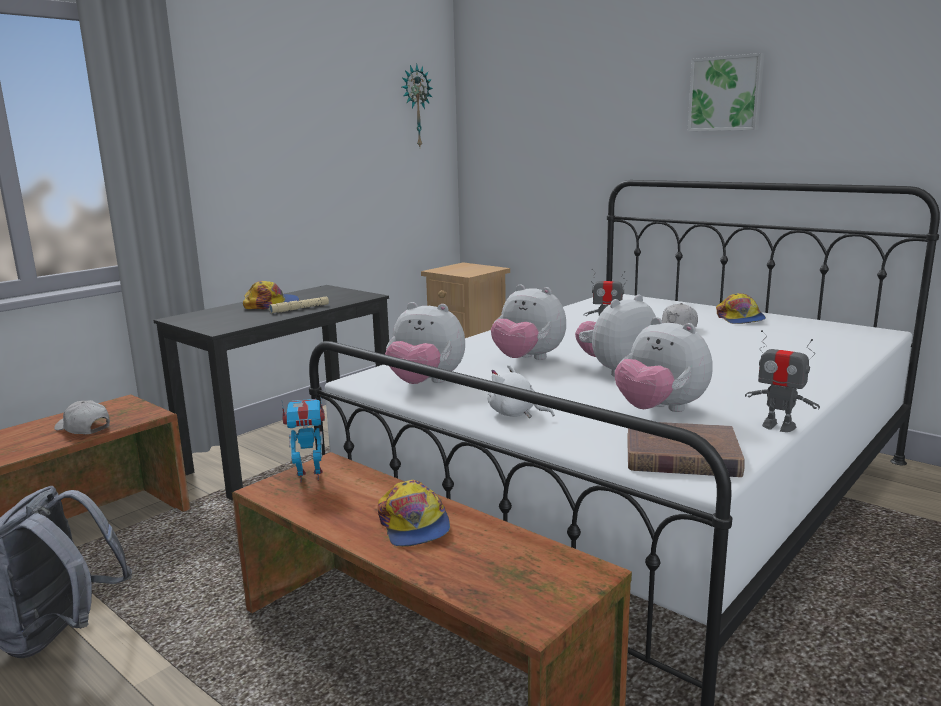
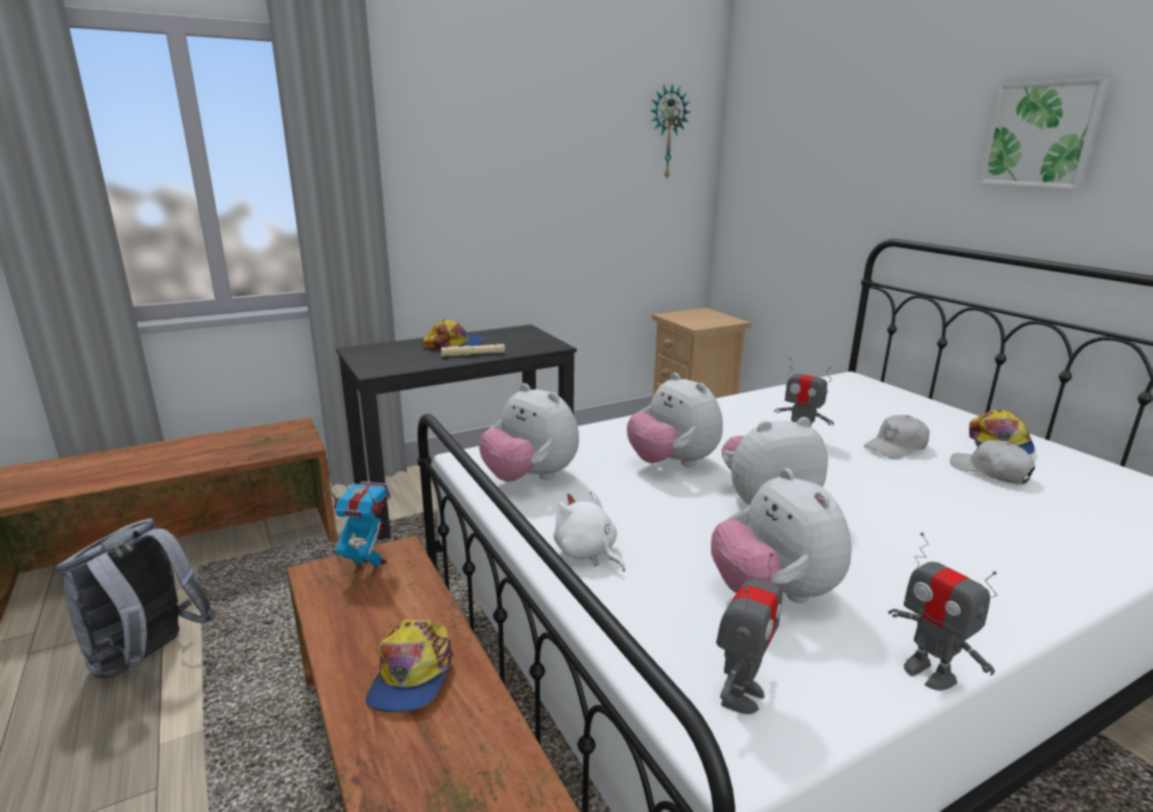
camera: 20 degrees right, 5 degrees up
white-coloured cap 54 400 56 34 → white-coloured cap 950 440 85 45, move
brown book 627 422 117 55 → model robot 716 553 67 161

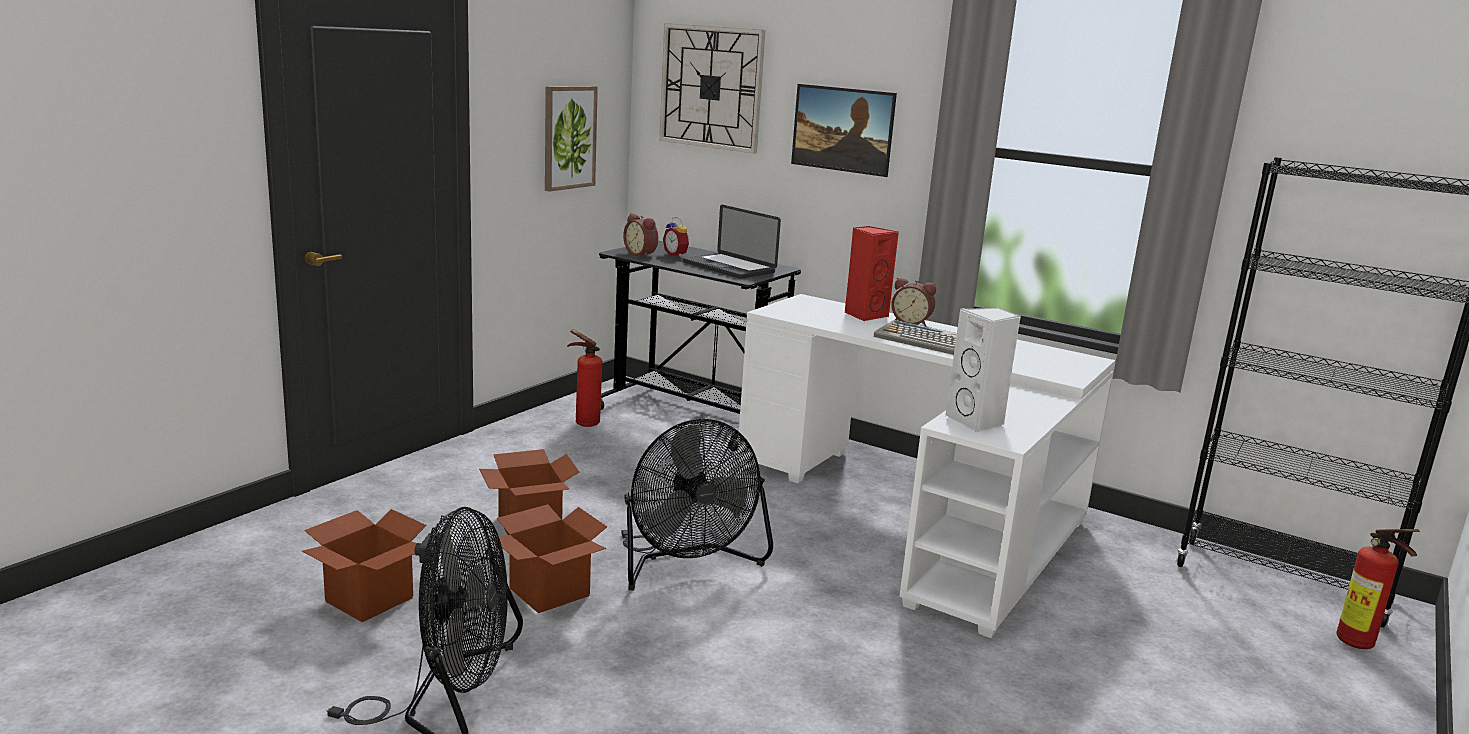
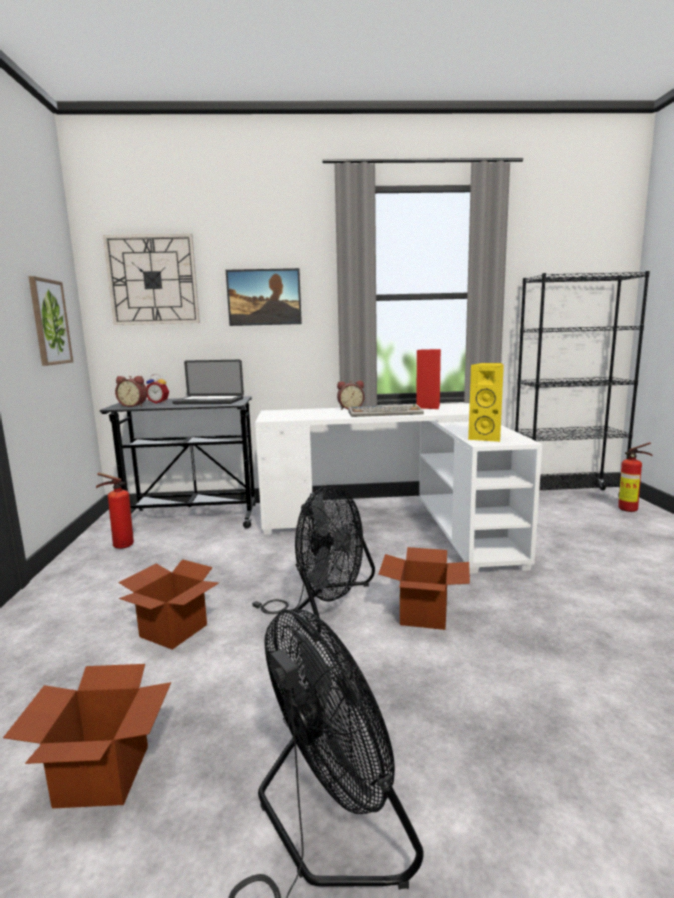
camera: 35 degrees left, 5 degrees down
packing box 490 504 117 109 → packing box 379 547 91 83, move
red-coloured audio speaker 844 226 55 96 → red-coloured audio speaker 416 349 25 60, move
white-coloured audio speaker 945 308 76 124 → yellow-coloured audio speaker 468 363 36 79

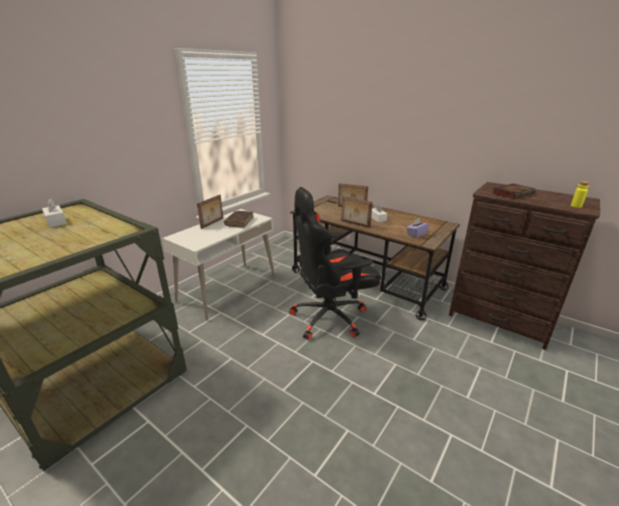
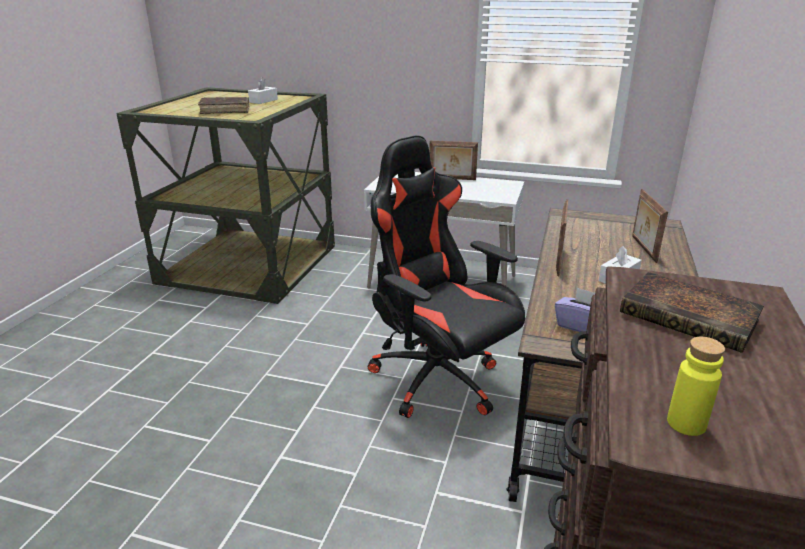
camera: 70 degrees right, 0 degrees up
brown book 224 211 29 17 → brown book 198 97 51 17, move

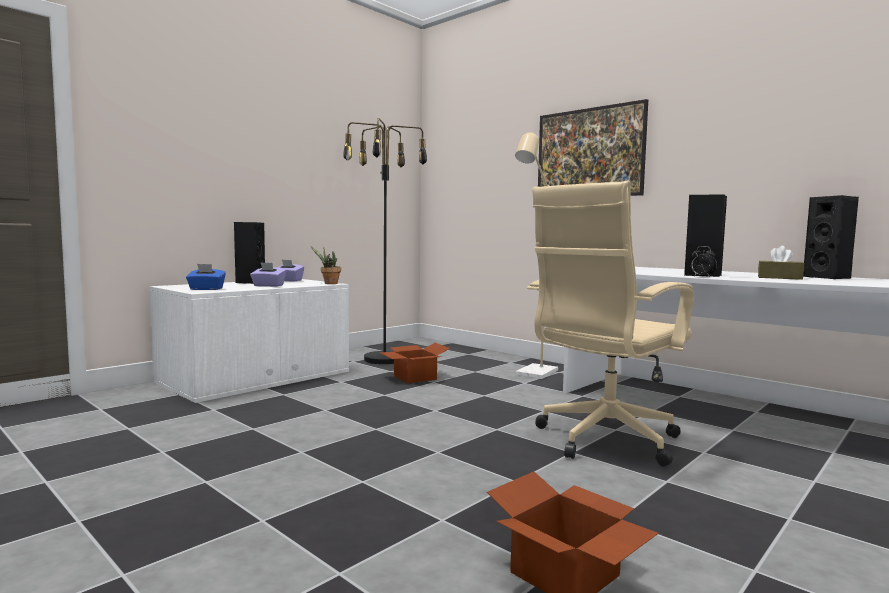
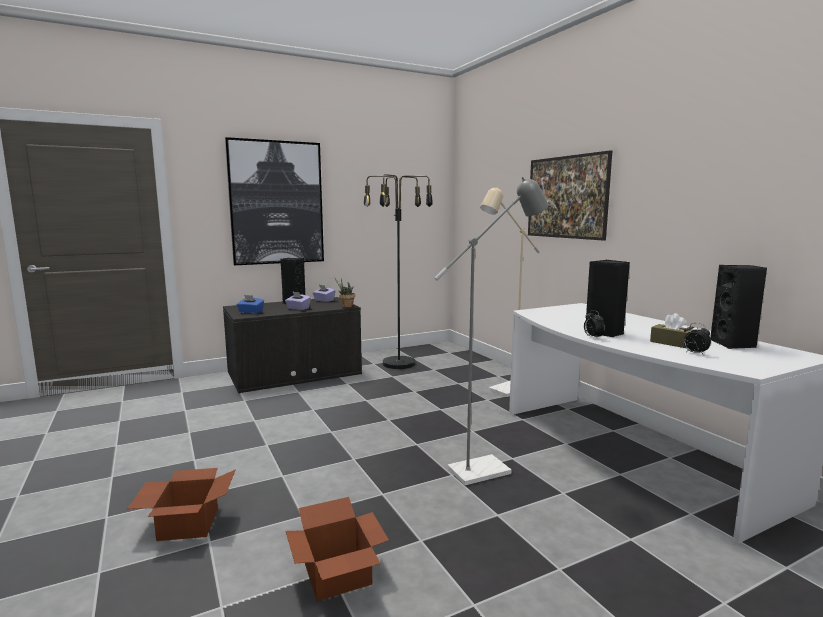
camera: 20 degrees right, 5 degrees up
- → wall art 225 137 99 128
- → table clock 683 323 28 31
packing box 379 343 71 40 → packing box 127 468 109 73, move
beige-coloured computer chair 527 180 167 286 → gray standard lamp 434 177 114 308
white-coloured cabinet 150 279 199 124 → blackish cabinet 223 297 139 96

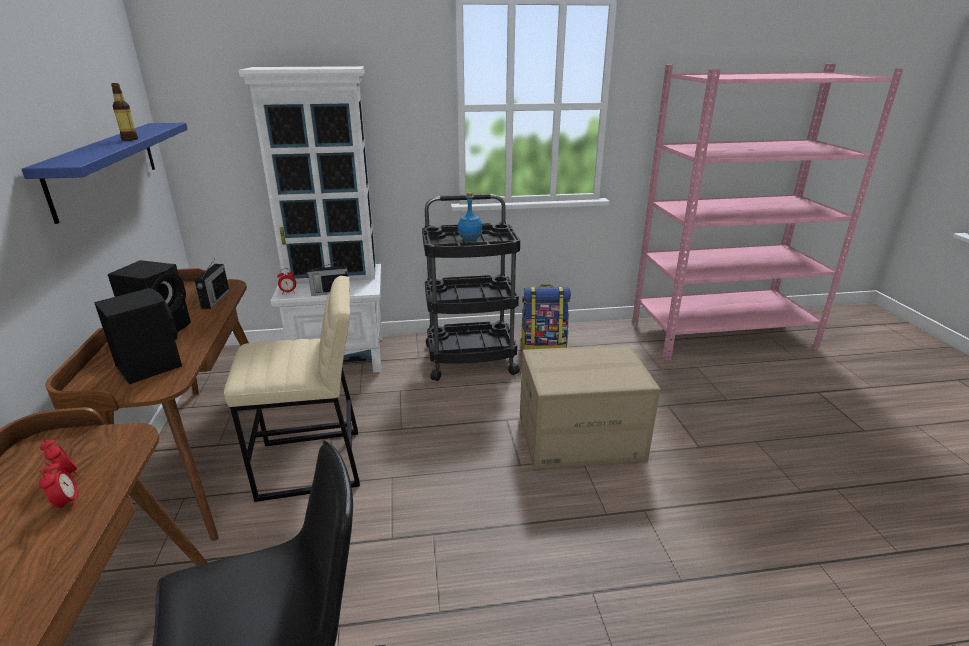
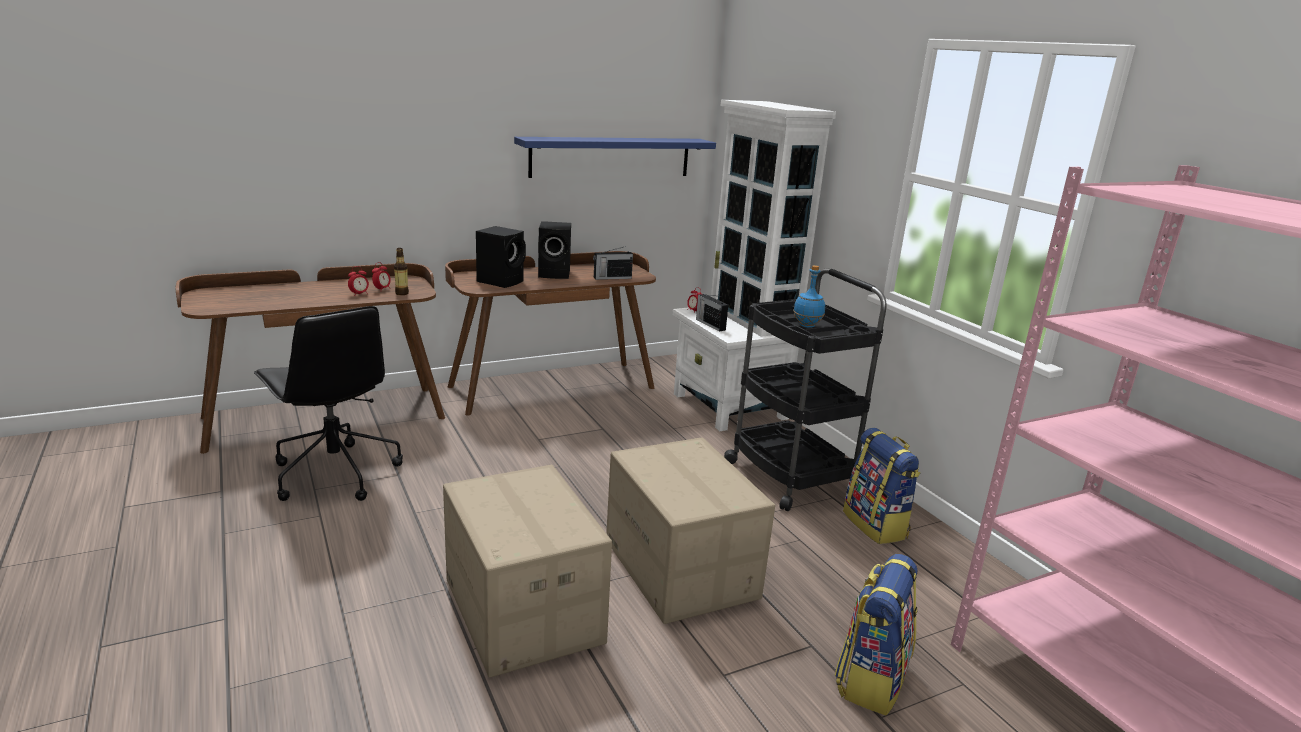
camera: 70 degrees right, 5 degrees down
beige-coloured sitting stool 224 276 136 226 → -
- → packing box 443 465 169 213
- → rucksack 834 554 84 161
bottle 111 83 27 58 → bottle 394 248 15 47, move

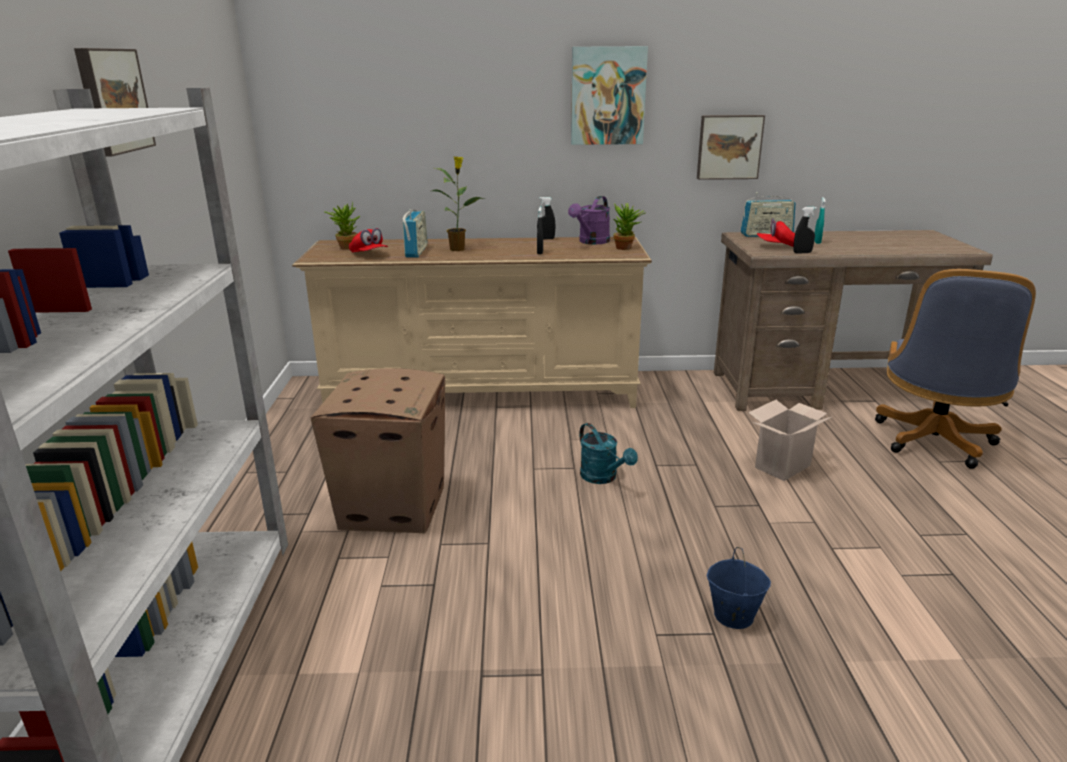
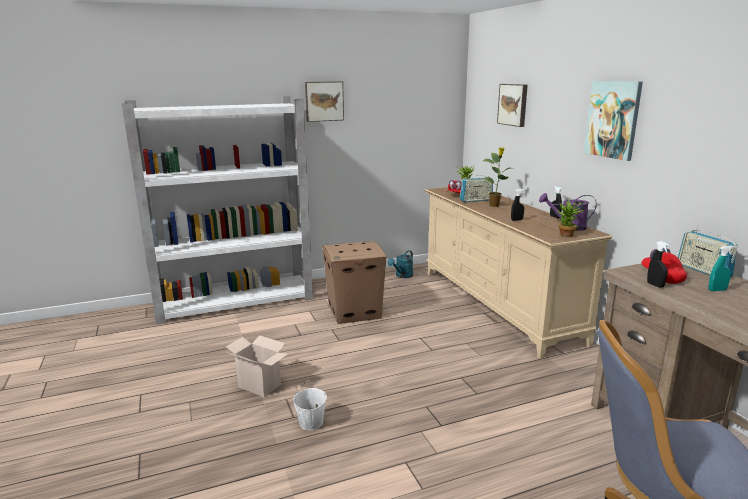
camera: 70 degrees right, 5 degrees down
turquoise-coloured watering can 579 423 59 61 → turquoise-coloured watering can 388 250 25 28, move
wall art 697 115 68 65 → wall art 497 84 31 43, move
packing box 748 400 83 81 → packing box 226 335 62 62, move
bluish pail 706 547 65 82 → white-coloured pail 293 380 34 50

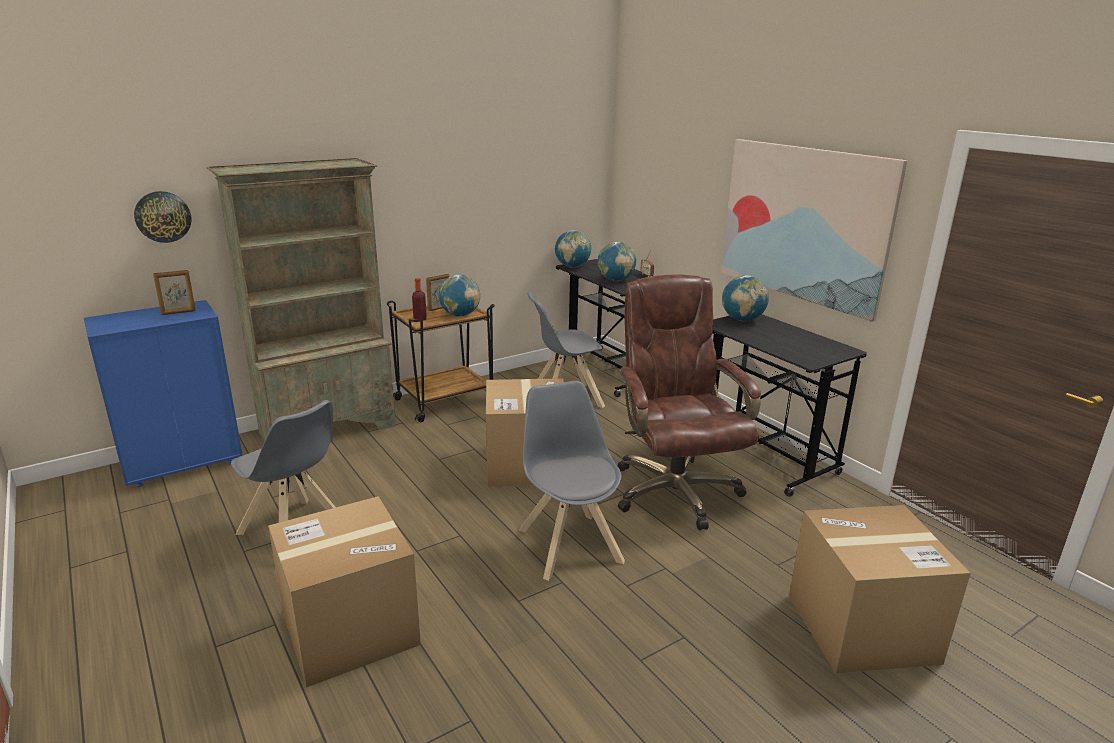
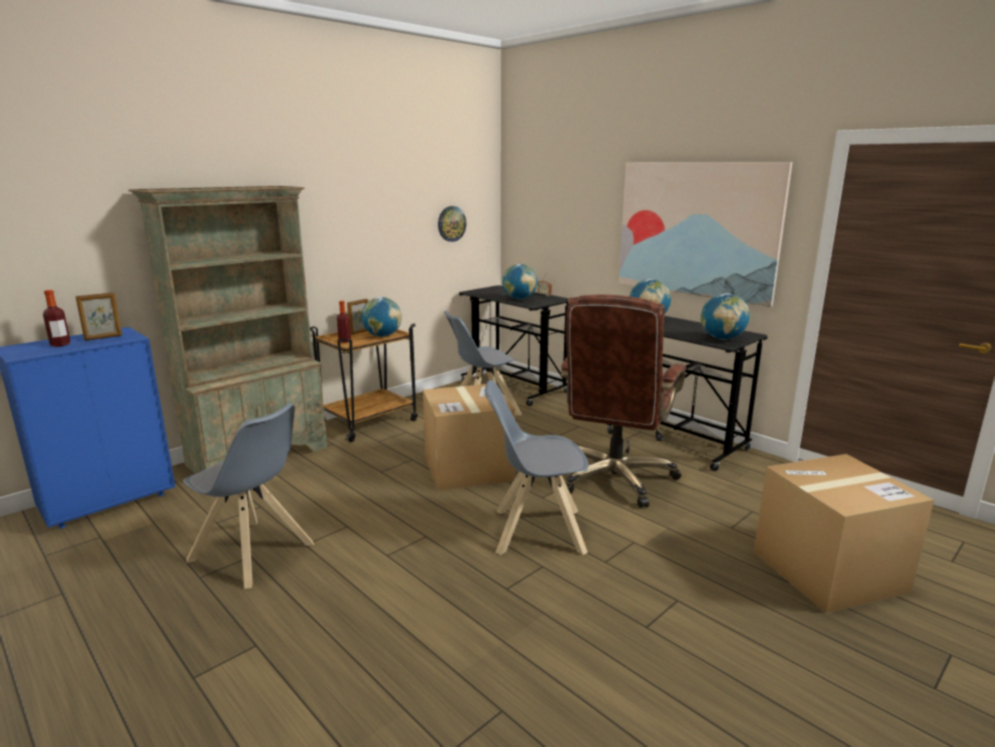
camera: 10 degrees left, 5 degrees down
packing box 268 496 153 192 → -
- → bottle 43 290 28 57
wall clock 134 191 58 52 → wall clock 438 206 28 36, move
desk globe 555 230 36 38 → desk globe 701 293 49 47, move
gray plain chair 519 381 106 200 → gray plain chair 485 380 104 175, 60 degrees counterclockwise
brown computer chair 617 274 144 256 → brown computer chair 561 294 125 214, 135 degrees counterclockwise

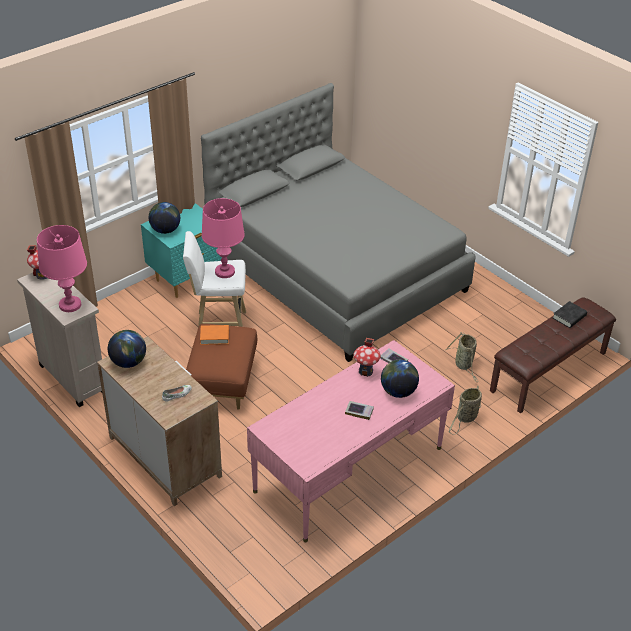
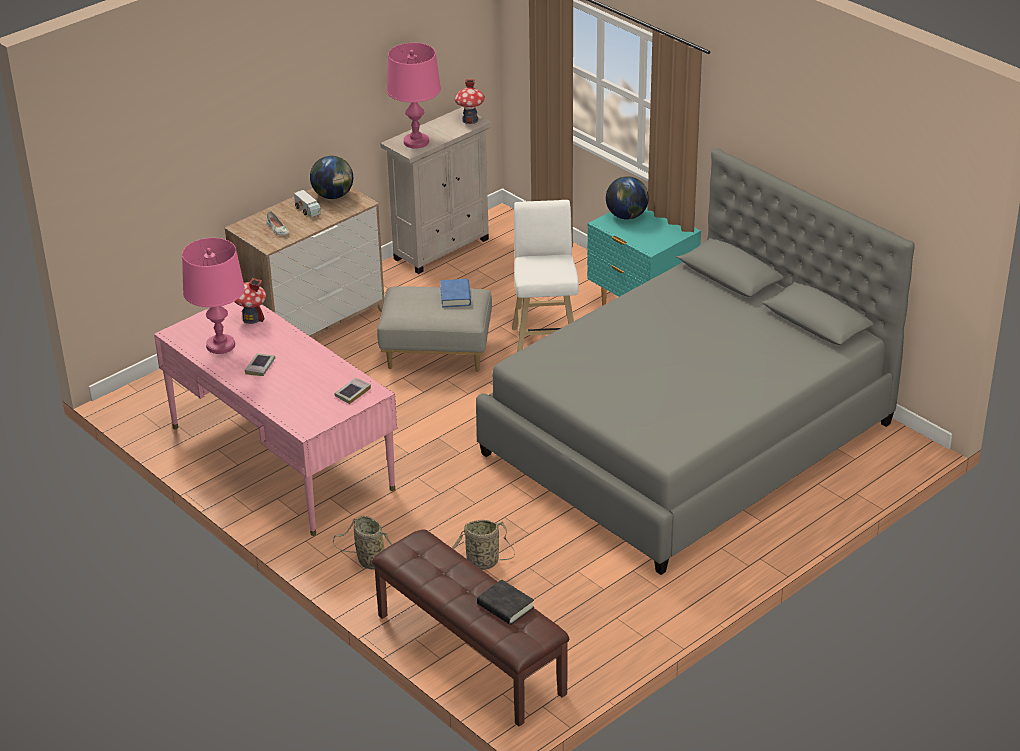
camera: 90 degrees right, 5 degrees down
desk globe 381 360 38 38 → -
- → toy lorry 294 190 27 27
pink-coloured lamp for a table 202 198 43 80 → pink-coloured lamp for a table 182 238 63 116, move
toy house 353 338 28 39 → toy house 234 278 32 46, move
brown pouffe 186 324 71 86 → gray pouffe 377 286 115 86
orange book 200 325 29 20 → bluish book 440 279 31 28

